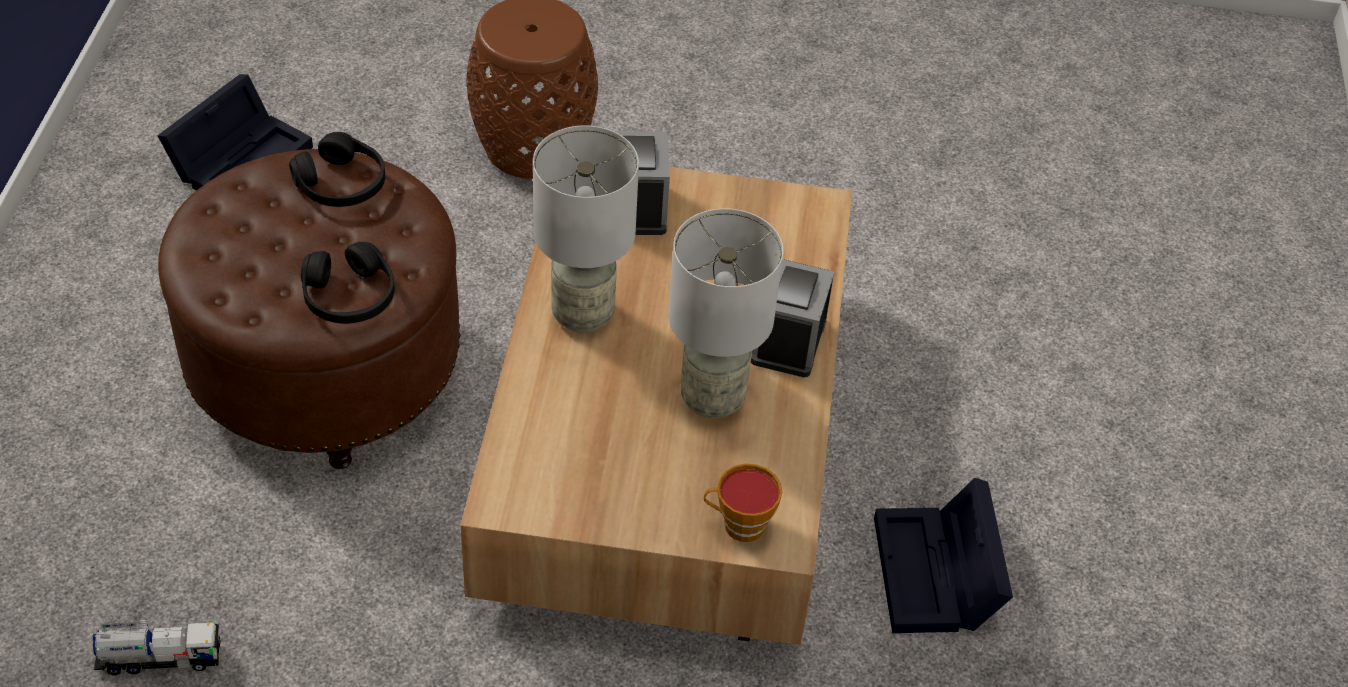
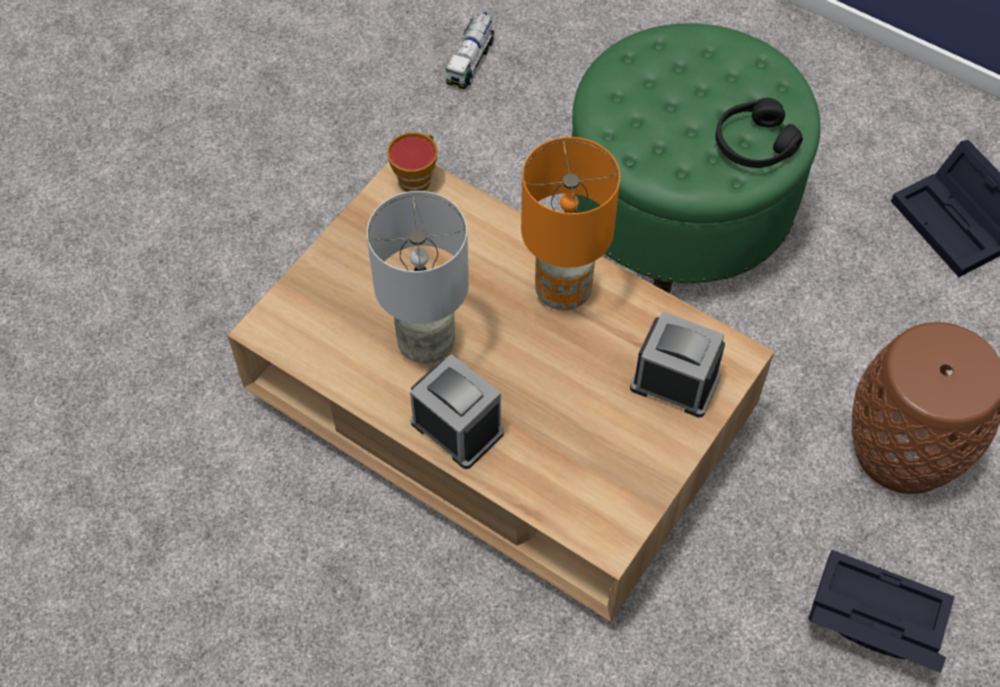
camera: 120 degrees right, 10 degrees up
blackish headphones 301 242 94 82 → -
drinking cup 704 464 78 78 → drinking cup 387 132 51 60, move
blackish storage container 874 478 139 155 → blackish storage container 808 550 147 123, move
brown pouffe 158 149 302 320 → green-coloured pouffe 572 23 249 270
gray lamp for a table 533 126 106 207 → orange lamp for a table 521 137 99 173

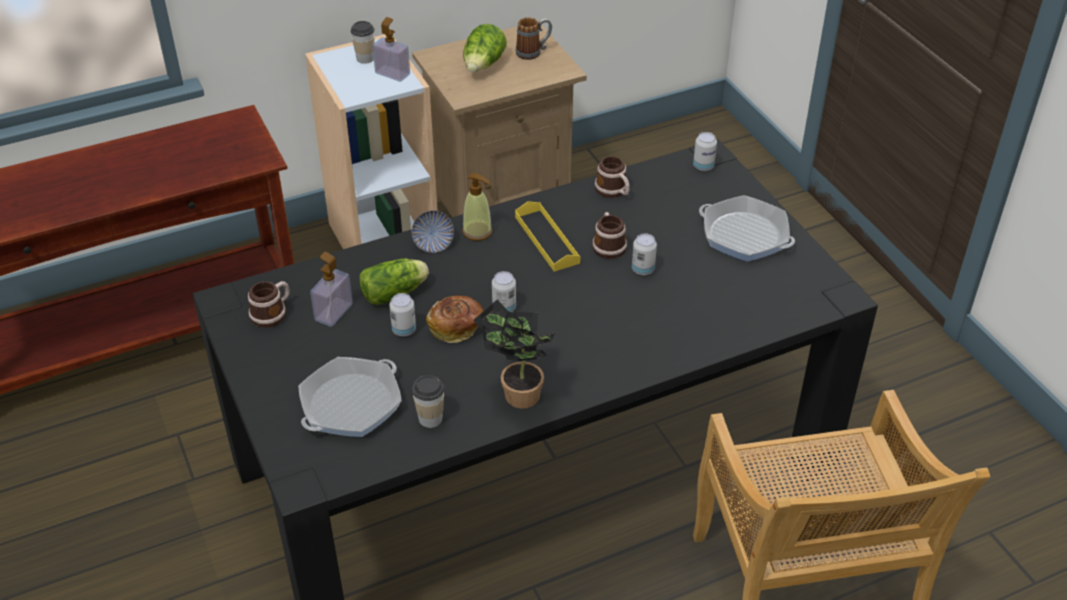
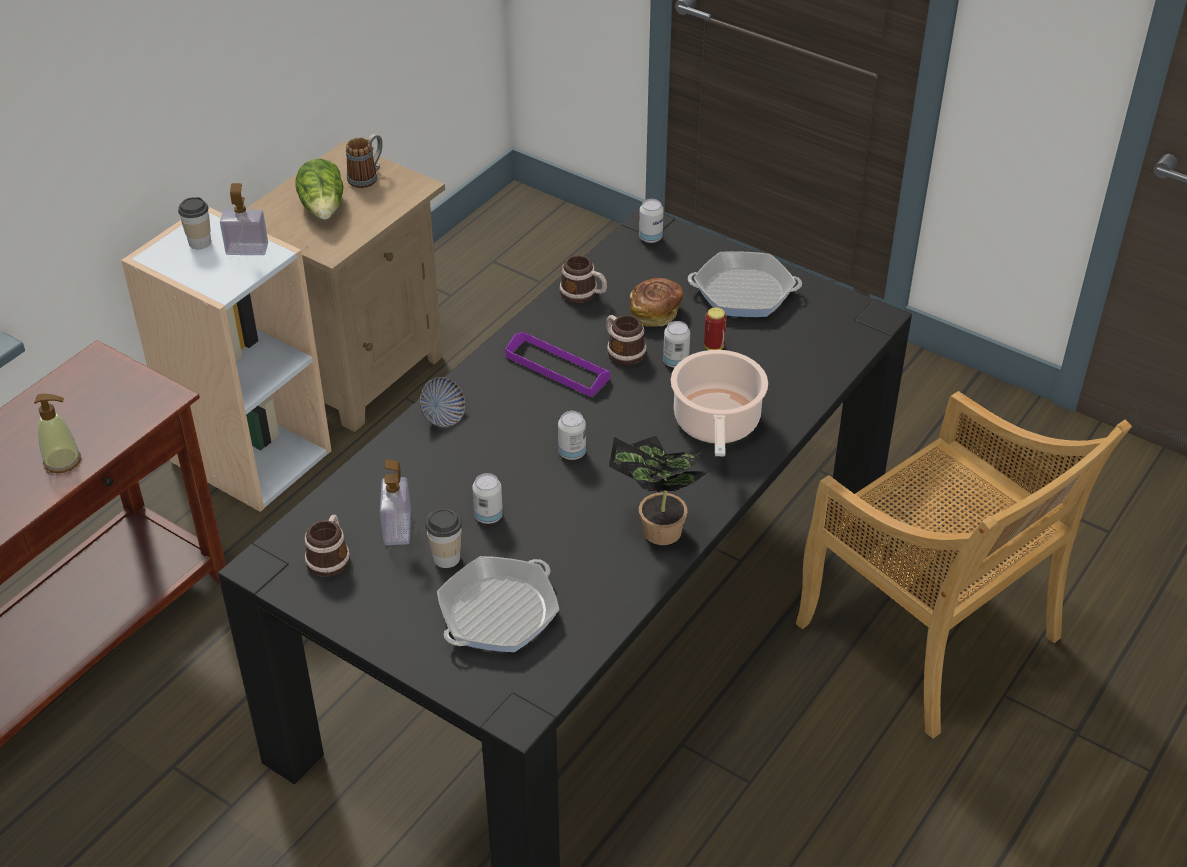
camera: 30 degrees left, 0 degrees up
lettuce 360 259 69 46 → -
- → cooking pot 671 350 97 107
- → can 704 307 23 43
drinking cup 412 375 32 53 → drinking cup 425 509 37 59, move
bread 426 296 58 47 → bread 630 278 54 48, move
soap bottle 462 173 30 68 → soap bottle 34 394 47 79, move
yellow-coloured serving tray 515 201 66 71 → purplish serving tray 505 332 105 65
skillet 298 357 104 80 → skillet 437 556 123 96, 150 degrees counterclockwise

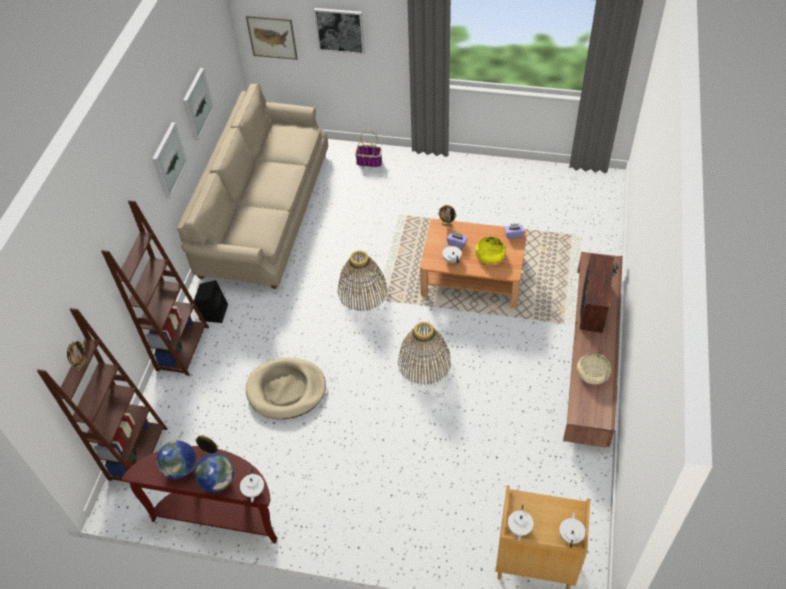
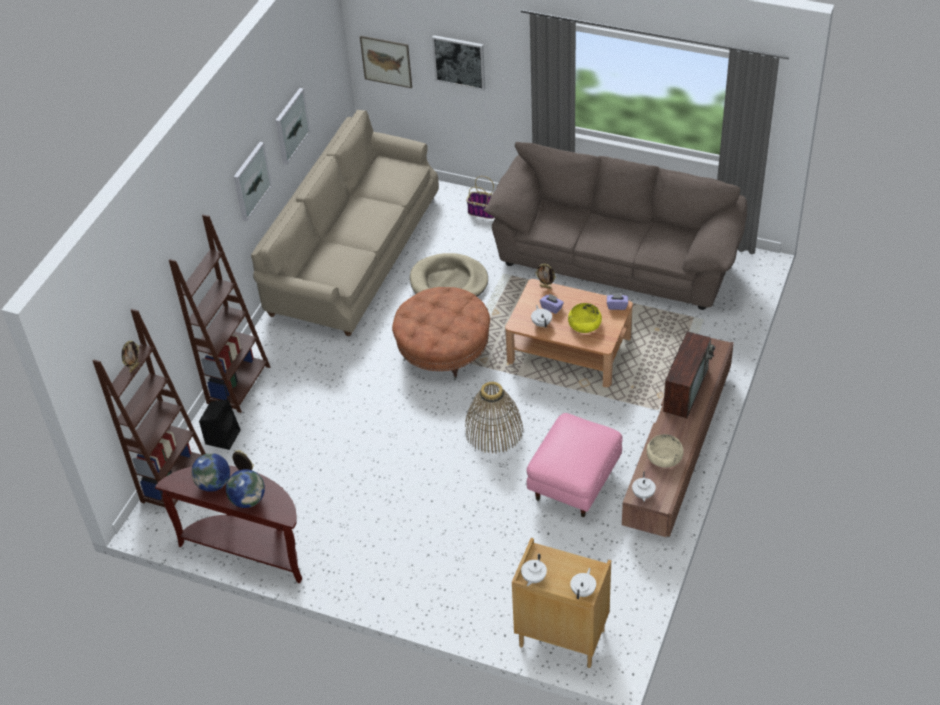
camera: 10 degrees right, 5 degrees down
- → brown couch 483 142 264 168
- → pink-coloured pouffe 527 413 96 104
blackish audio speaker 194 280 34 43 → blackish audio speaker 199 399 42 51, move
white-coloured tea pot 240 468 24 35 → white-coloured tea pot 632 472 24 30, move
beige-coloured dog bed 246 357 80 62 → beige-coloured dog bed 410 253 78 43, move
storage basket 338 250 49 61 → brown pouffe 392 287 98 93

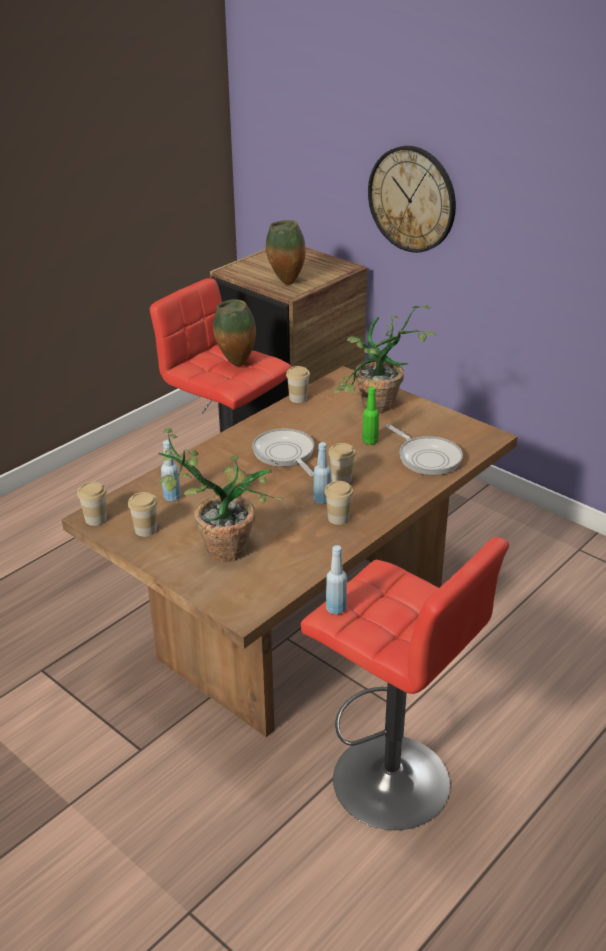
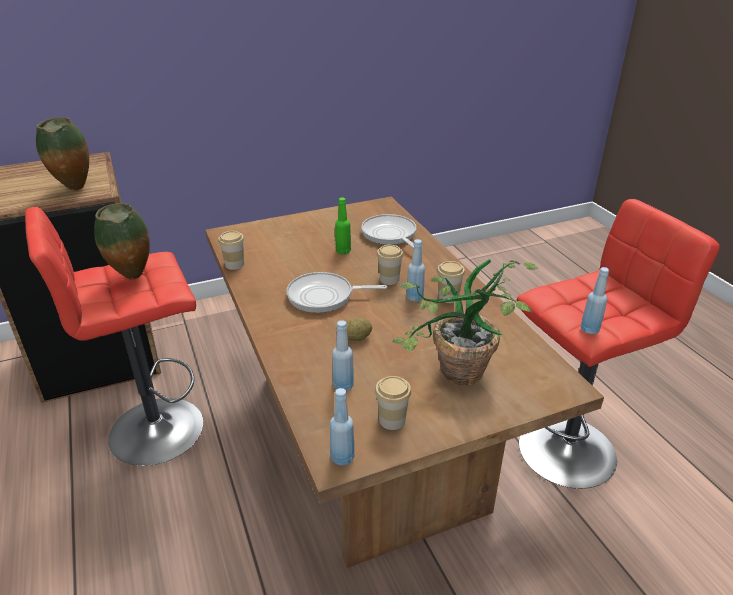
camera: 65 degrees left, 0 degrees up
houseplant 333 305 103 108 → -
wall clock 368 146 88 107 → -
drinking cup 77 482 30 44 → bluish bottle 330 388 25 78
skillet 386 424 77 51 → skillet 361 214 55 35, 105 degrees counterclockwise

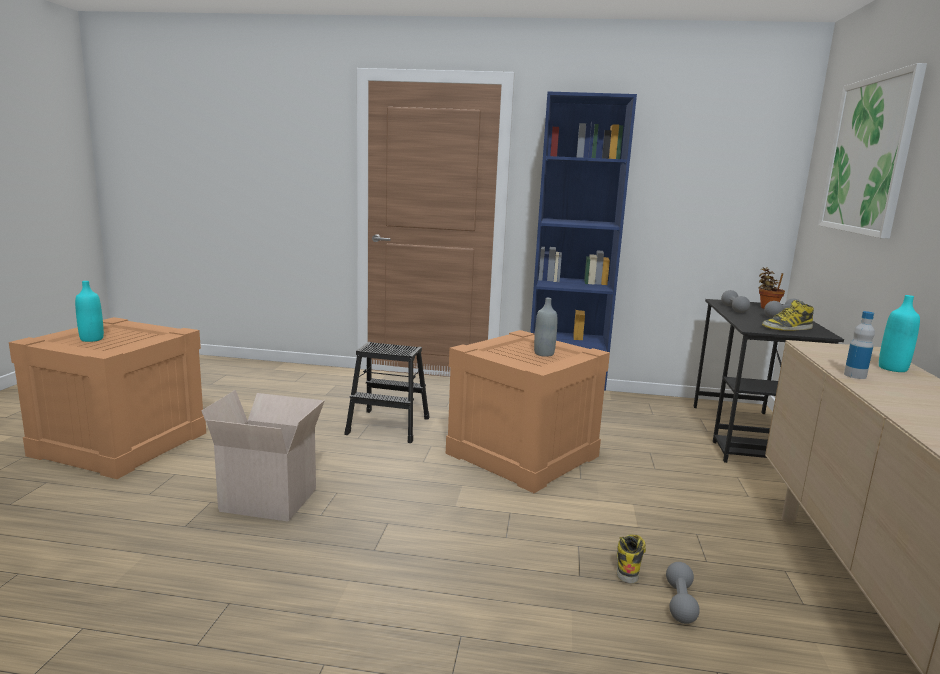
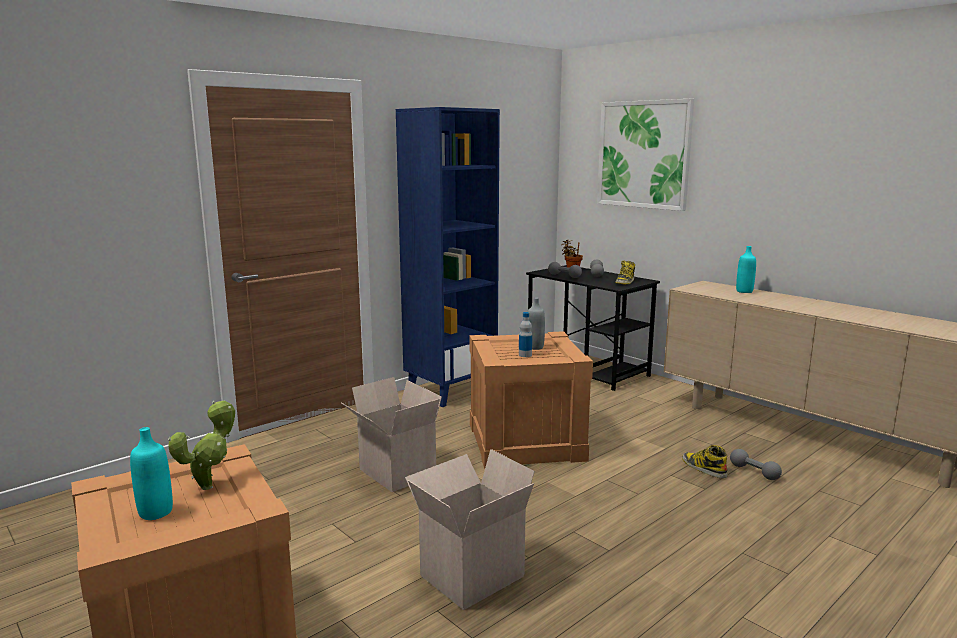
camera: 50 degrees left, 0 degrees up
- → houseplant 168 401 67 89
bottle 844 311 31 68 → bottle 519 312 13 45, move
blackish step ladder 344 342 86 101 → packing box 341 377 101 115

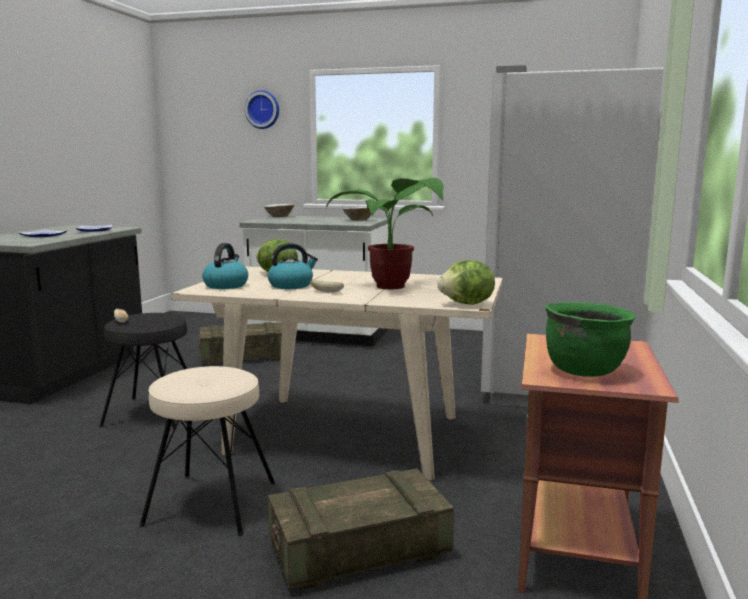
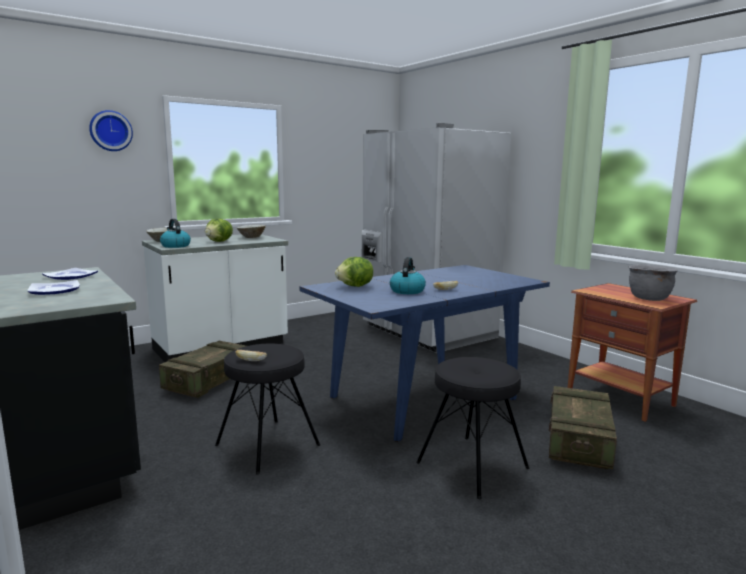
camera: 50 degrees left, 0 degrees up
houseplant 326 178 118 111 → -
tea kettle 202 243 46 46 → tea kettle 160 219 31 29, move
lettuce 437 260 58 45 → lettuce 205 218 28 24, move
beige-coloured sitting stool 139 366 136 170 → blackish sitting stool 416 357 113 142
beige-coloured kitchen table 171 266 332 215 → bluish kitchen table 300 265 250 177
green-coloured cooking pot 545 302 91 75 → gray cooking pot 629 264 49 37

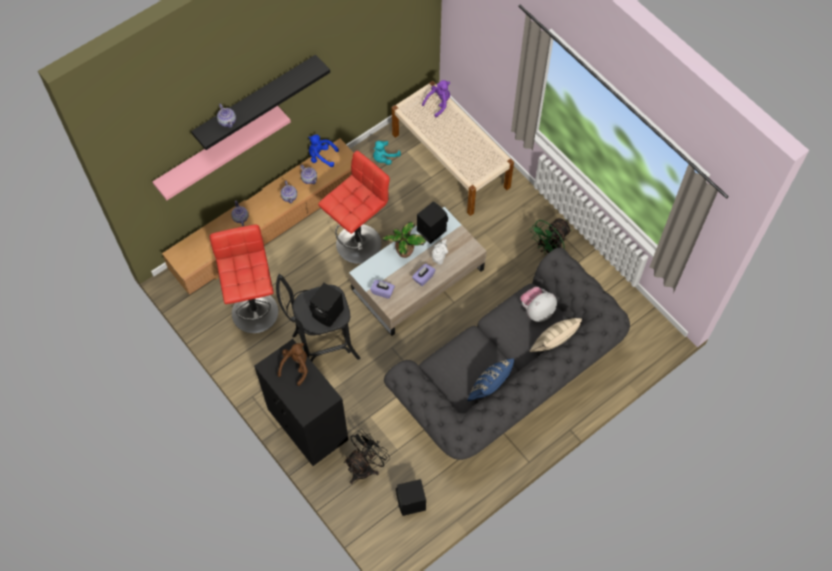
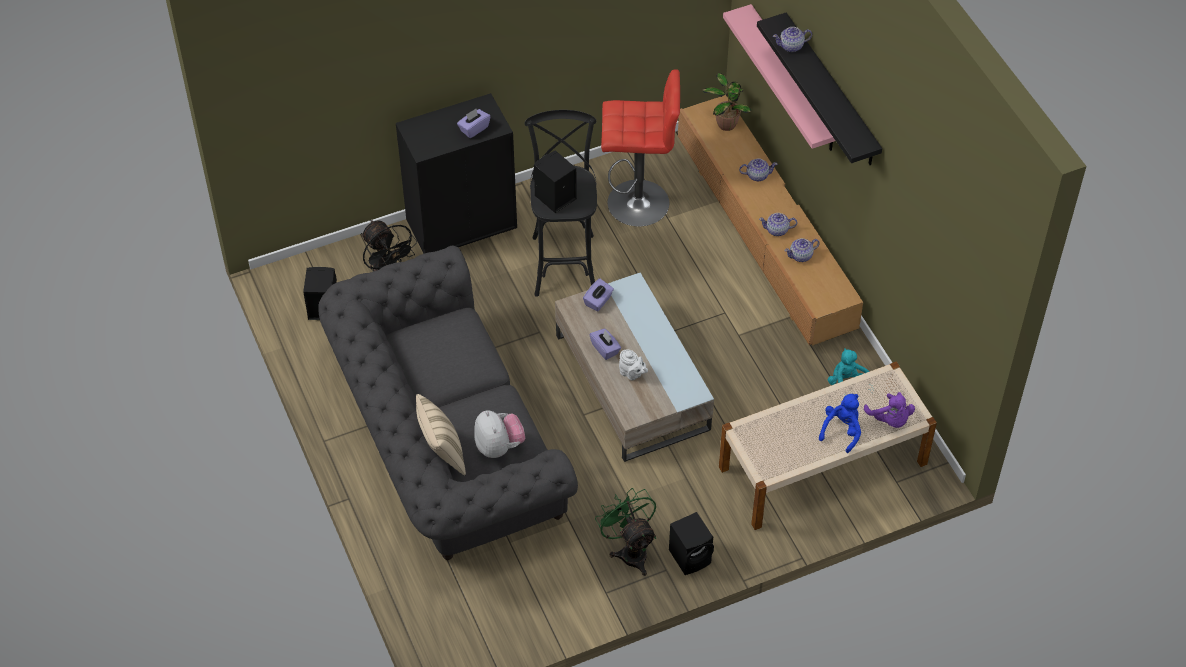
camera: 105 degrees right, 10 degrees down
red-coloured sitting stool 318 151 72 113 → -
bluish cushion 467 358 47 43 → -
bluish soft toy 308 135 31 32 → bluish soft toy 819 394 42 59, move
houseplant 382 221 44 37 → houseplant 702 73 49 58, move
blackish audio speaker 417 201 31 43 → blackish audio speaker 669 512 45 63, move
brown soft toy 278 343 30 43 → purplish tissue box 457 109 33 29

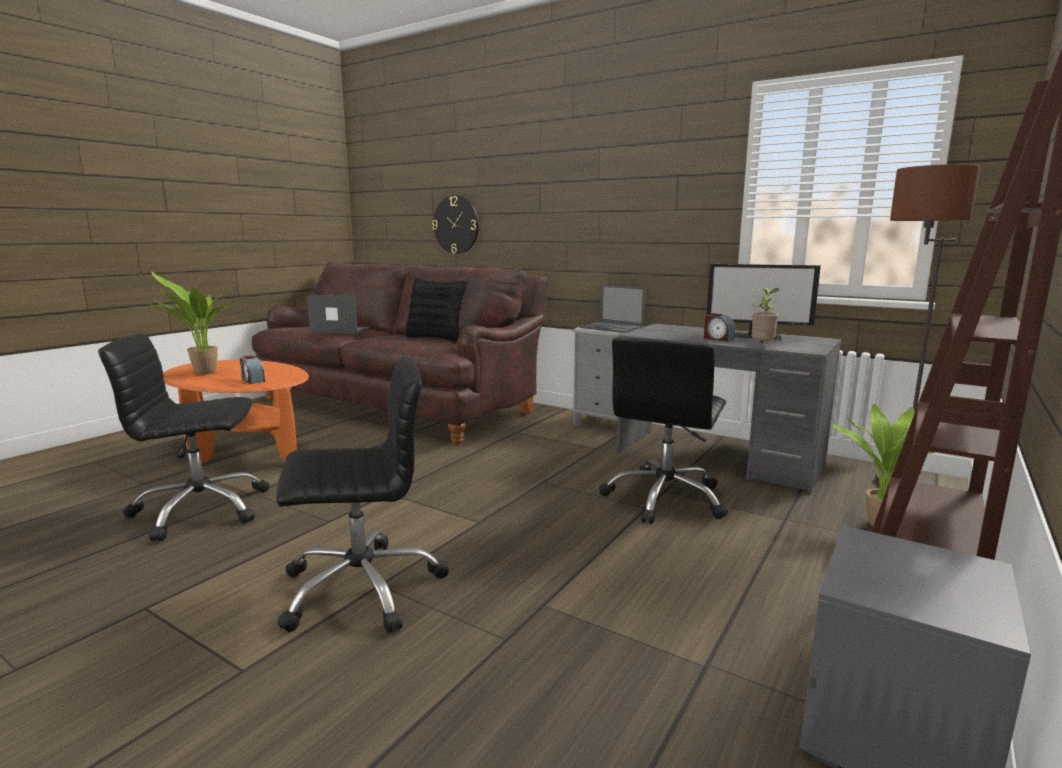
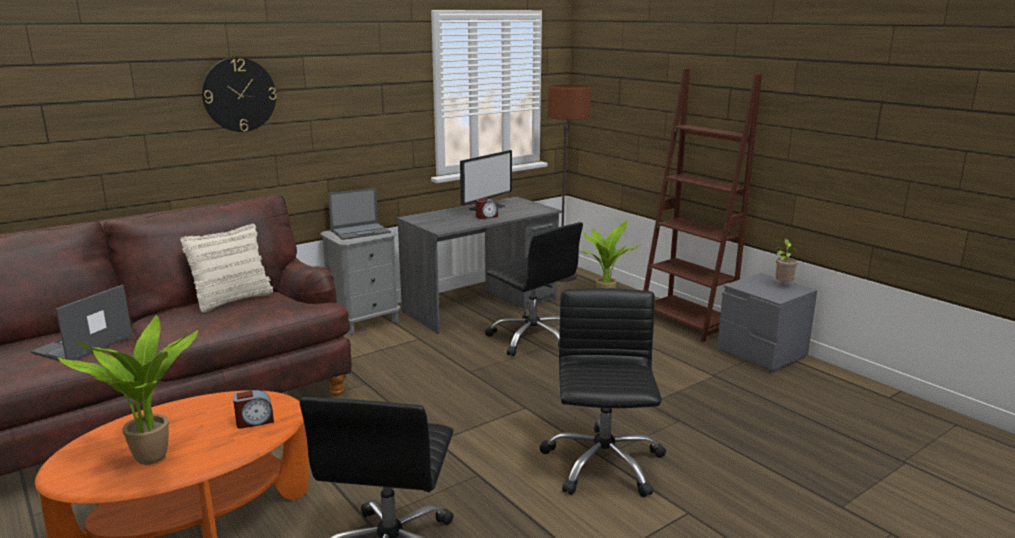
camera: 70 degrees left, 5 degrees up
wall clock 432 195 47 59 → wall clock 202 57 75 75, move
houseplant 752 288 27 56 → houseplant 772 239 25 43, move
blackish cushion 405 278 63 63 → beige-coloured cushion 180 223 93 90

